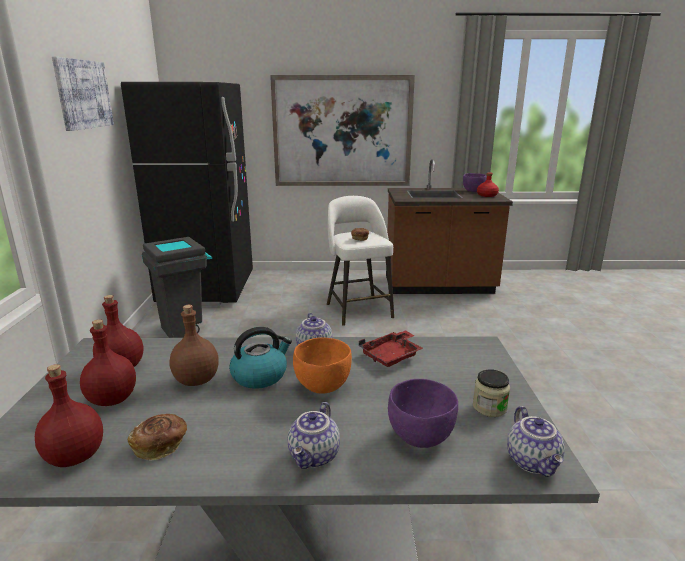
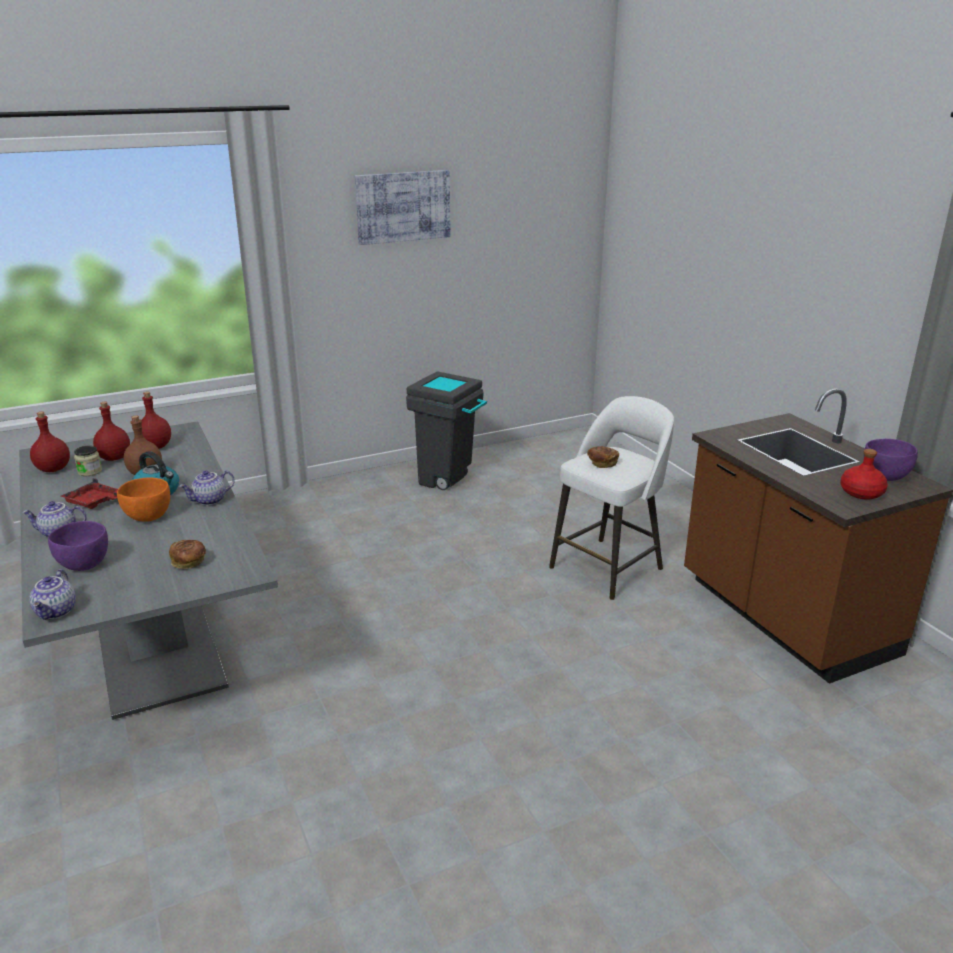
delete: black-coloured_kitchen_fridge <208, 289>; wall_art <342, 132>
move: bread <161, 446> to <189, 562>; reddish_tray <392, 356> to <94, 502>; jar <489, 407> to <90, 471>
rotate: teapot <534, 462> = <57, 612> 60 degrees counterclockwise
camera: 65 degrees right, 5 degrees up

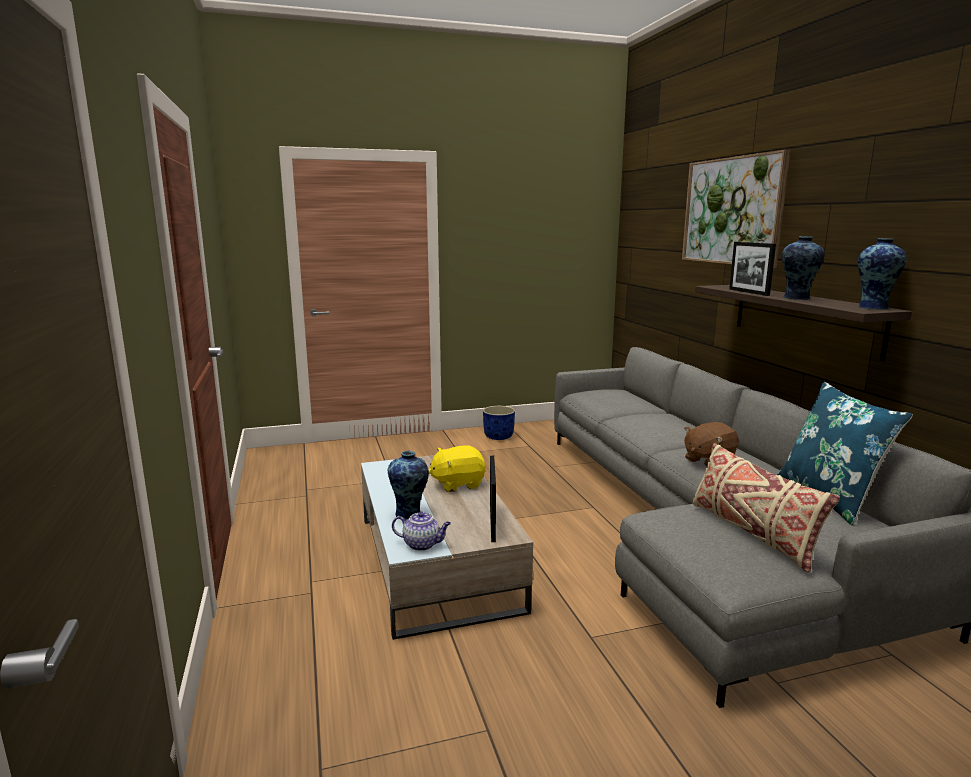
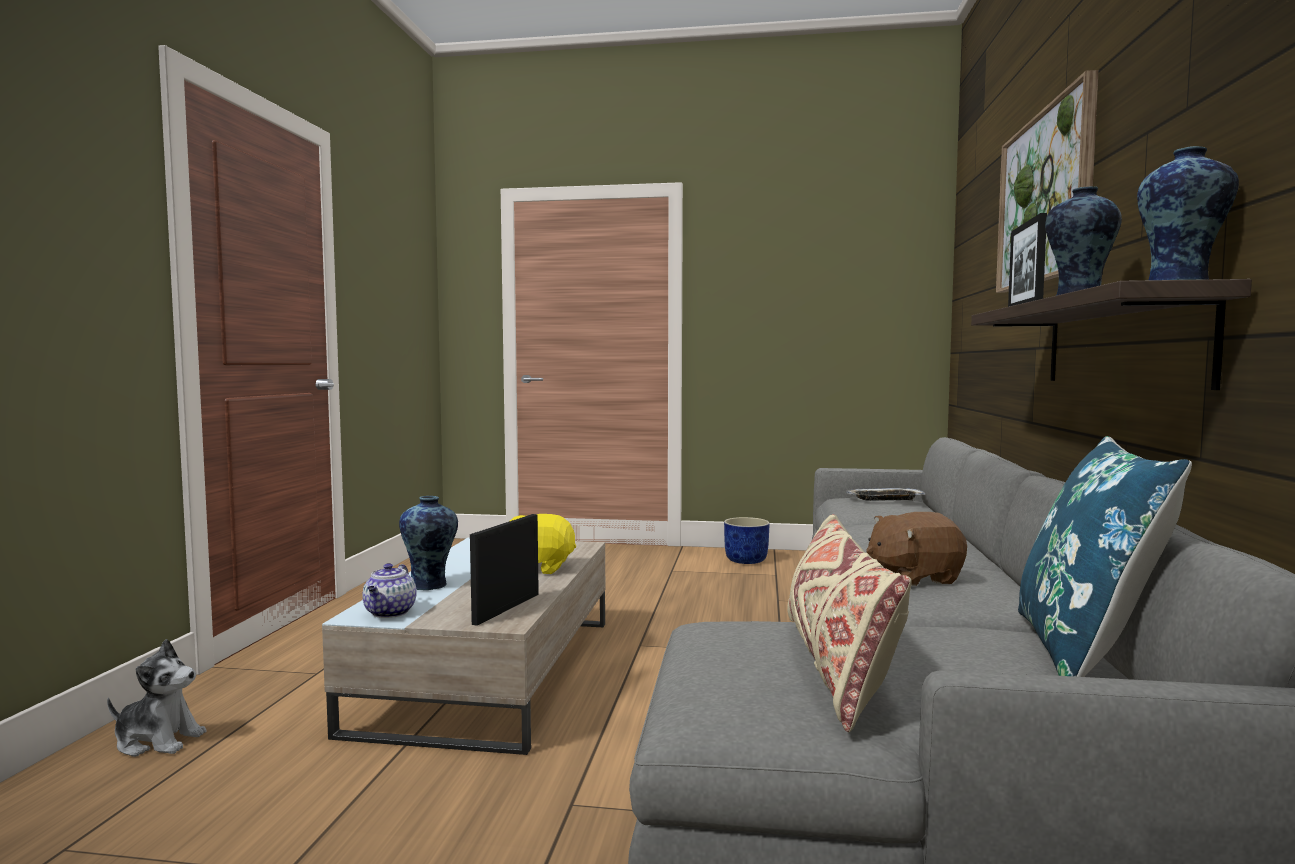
insert: soft_toy <158, 740>; tray <884, 499>
rotate: teapot <422, 544> = <390, 613> 60 degrees clockwise
camera: 25 degrees right, 10 degrees down

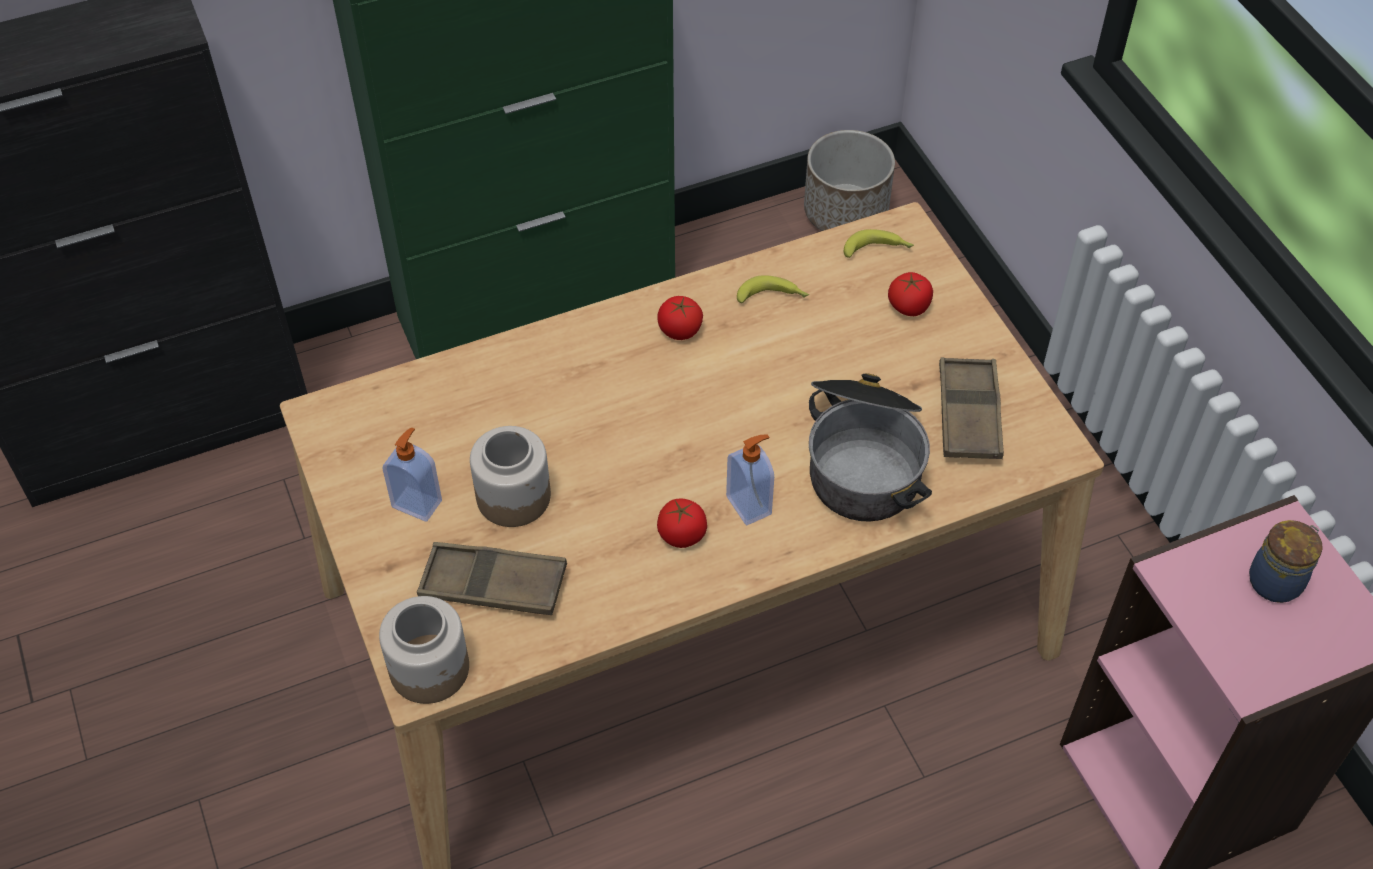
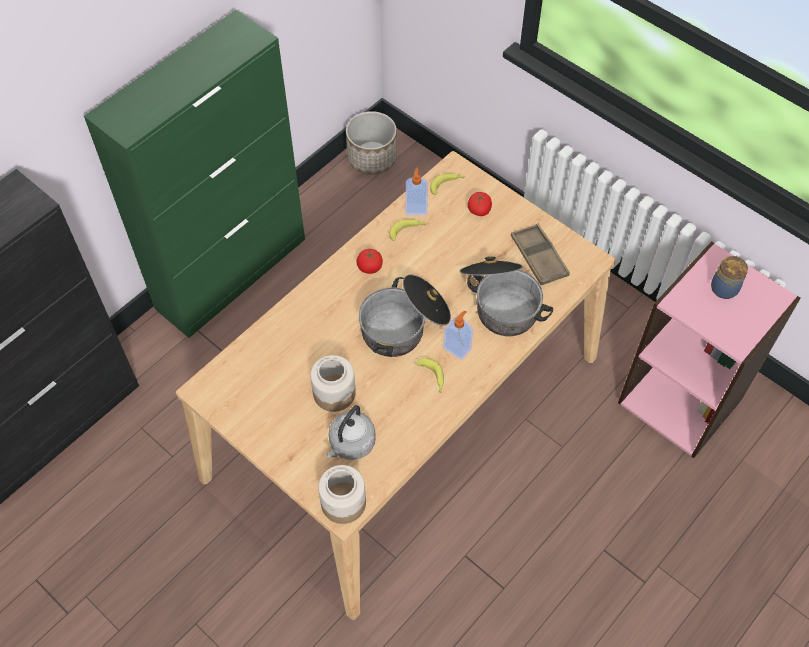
insert: cooking_pot <405, 326>
move: liquid_soap_bottle <418, 503> to <416, 208>
replace: brown_tray <493, 585> to gray_kettle <351, 444>; fresh_tomato <682, 534> to banana <432, 378>
camera: 25 degrees left, 5 degrees up

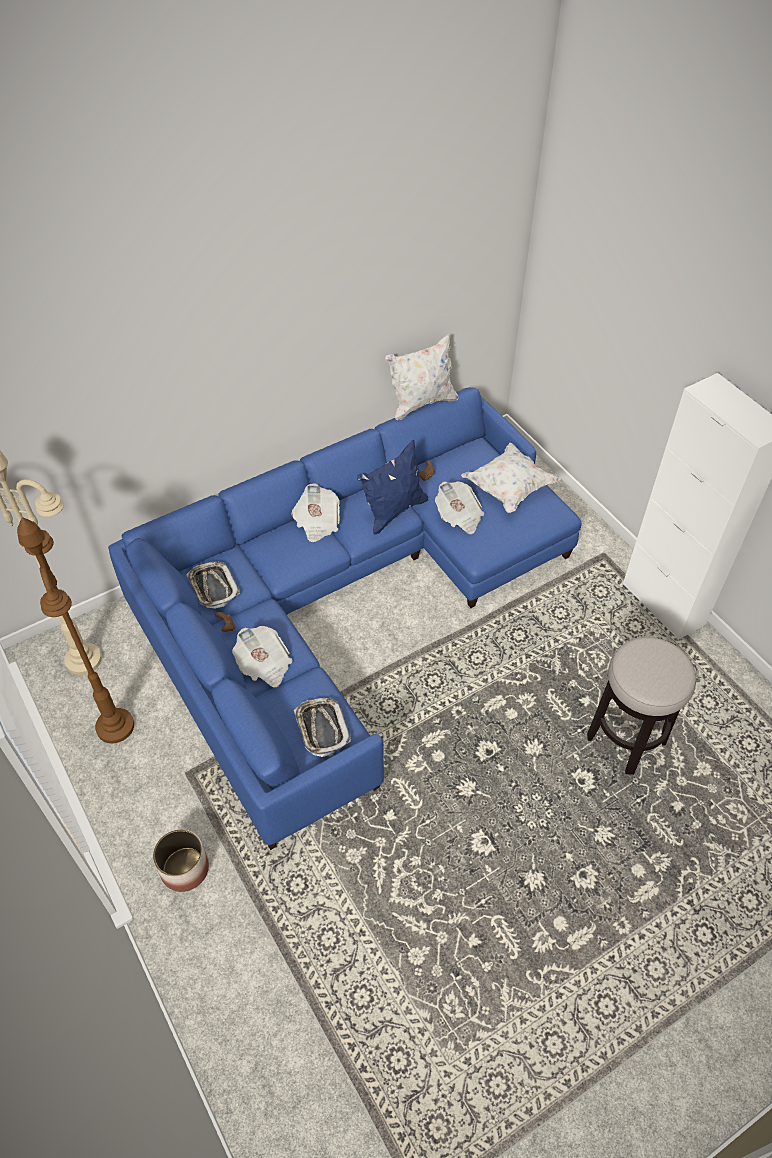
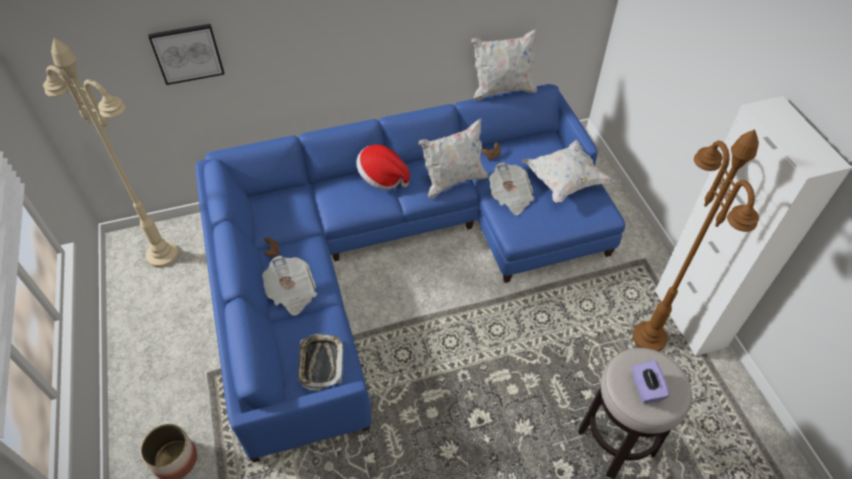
delete: tray <213, 587>
insert: wall_art <187, 53>; purplish_tissue_box <645, 388>
move: brown_standard_lamp <115, 726> to <648, 337>
replace: printed_paper <316, 522> to clothing_hat <382, 177>
recolor: blue-coloured_pillow <393, 511> to whitish_pillow <453, 181>
camera: 15 degrees right, 0 degrees up

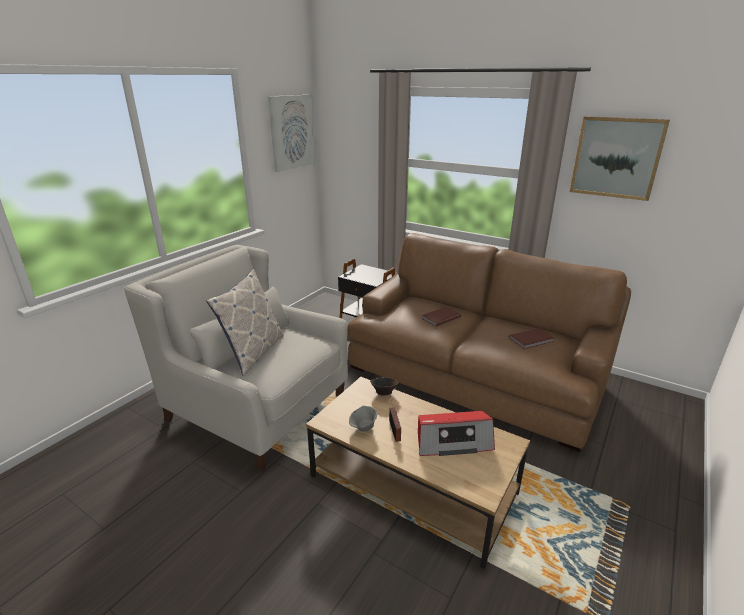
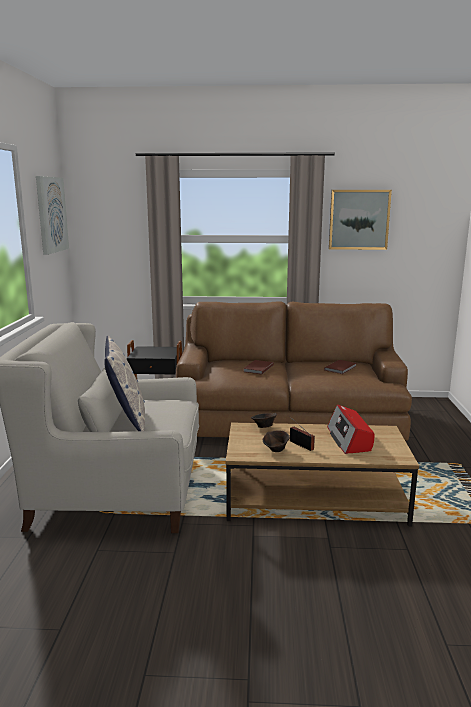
recolor: gray_serving_bowl <363, 427> to brown_serving_bowl <276, 450>
rotate: radio_receiver <453, 441> = <349, 439> 120 degrees clockwise
camera: 30 degrees left, 10 degrees down

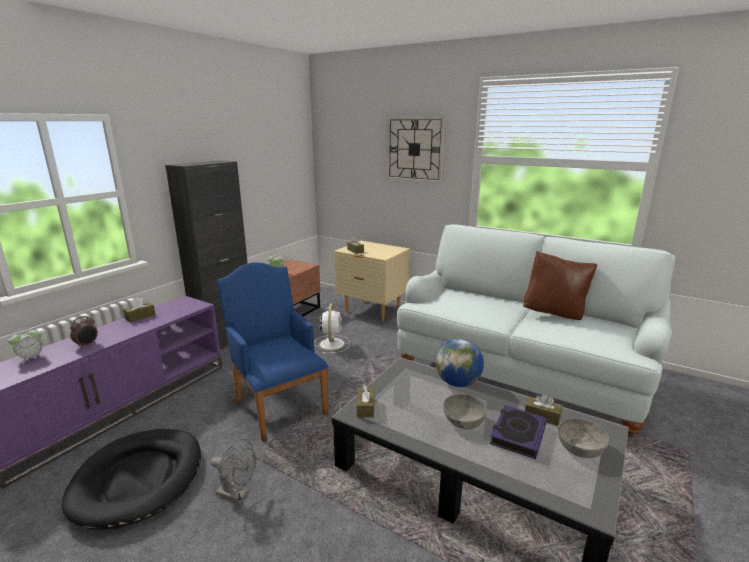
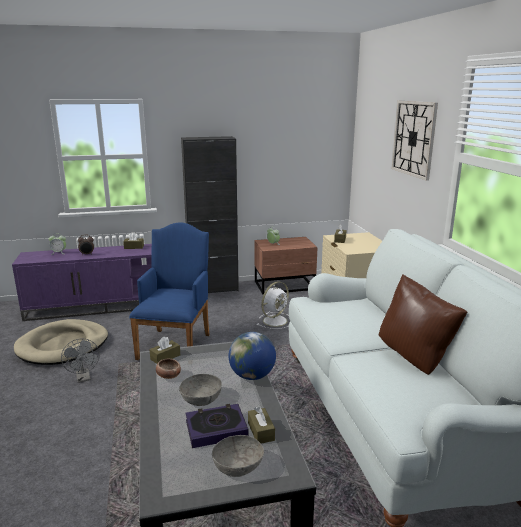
insert: serving_bowl <168, 376>
recolor: black-coloured_dog_bed <139, 479> to sand-coloured_dog_bed <63, 345>
camera: 45 degrees right, 0 degrees up

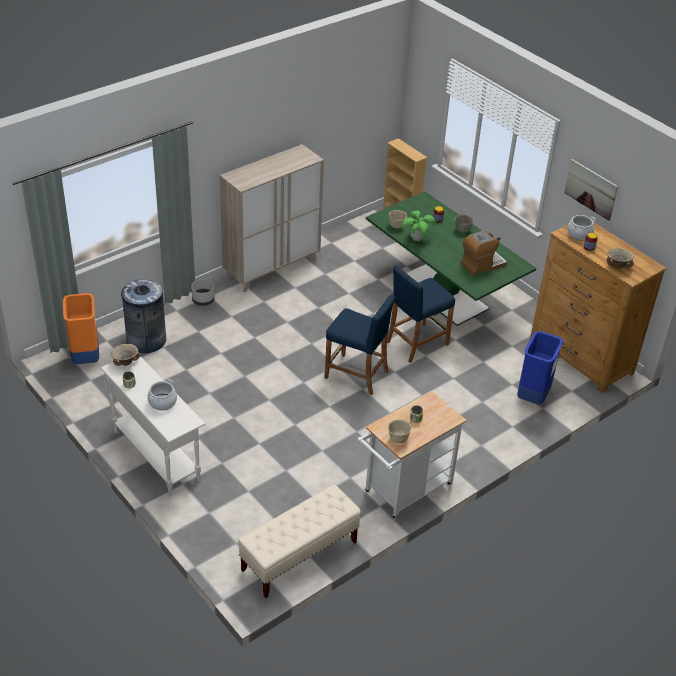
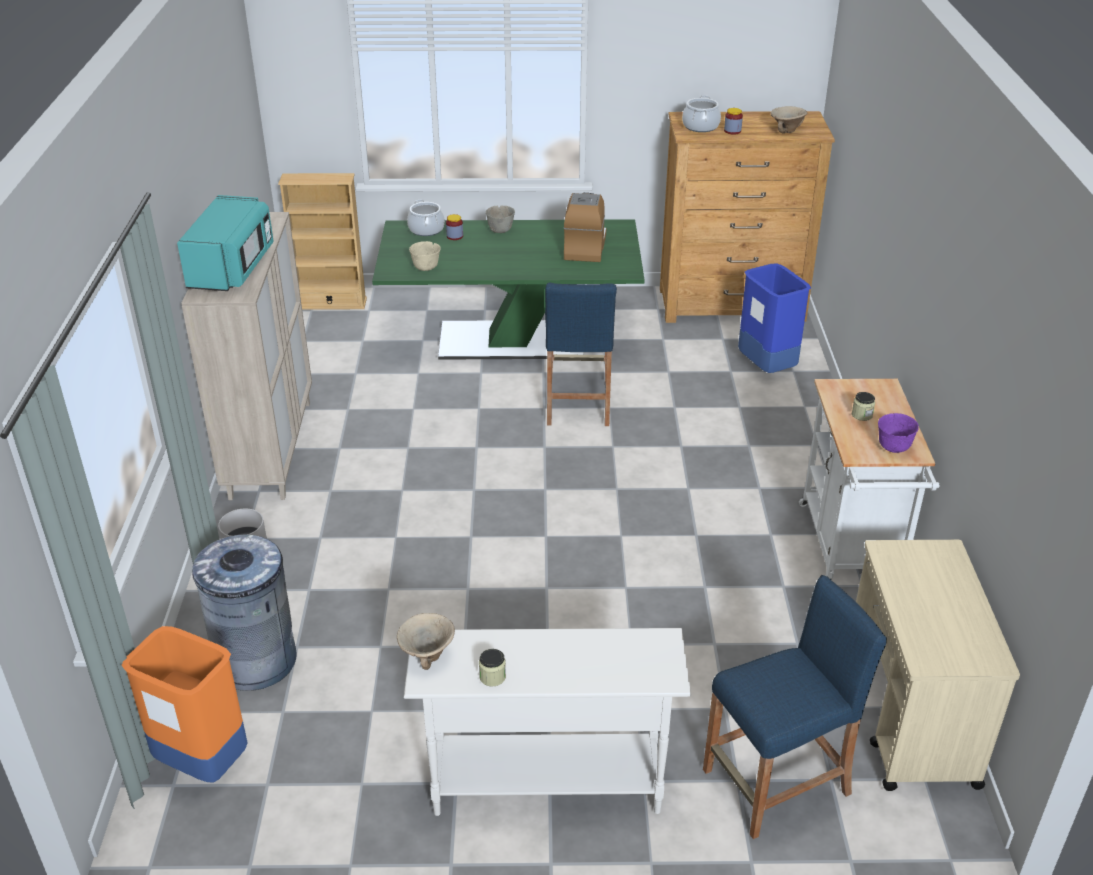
delete: houseplant <416, 239>; wall_art <591, 189>
insert: turquoise-coloured_kitchen_microwave <232, 268>
move: cooking_pot <162, 402> to <426, 229>; blue-coloured_stool_seat <356, 374> to <777, 783>
replace: sand-coloured_indoor_bench <299, 556> to sand-coloured_cart <909, 718>
recolor: sand-coloured_serving_bowl <398, 439> to purplish_serving_bowl <893, 448>
camera: 50 degrees left, 5 degrees down

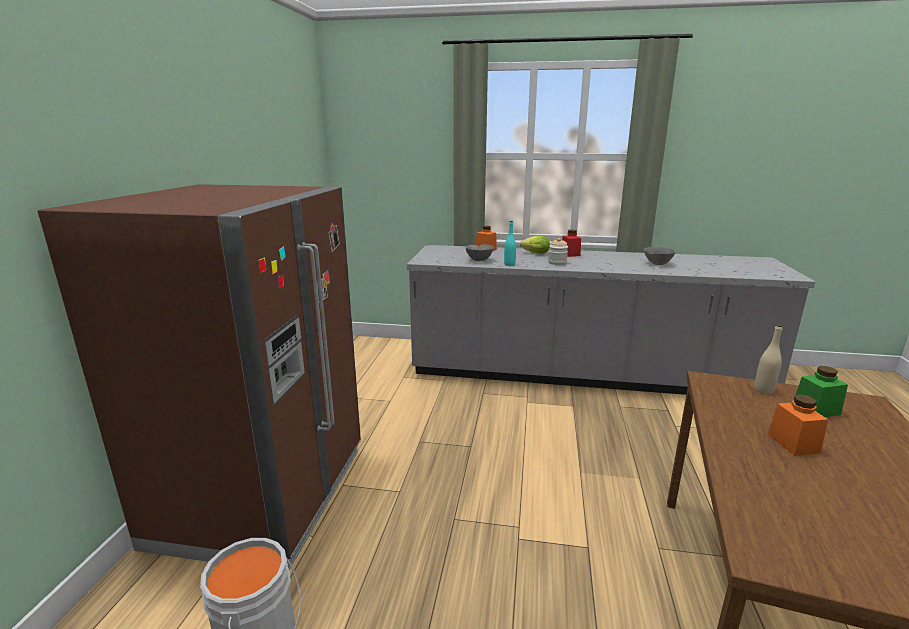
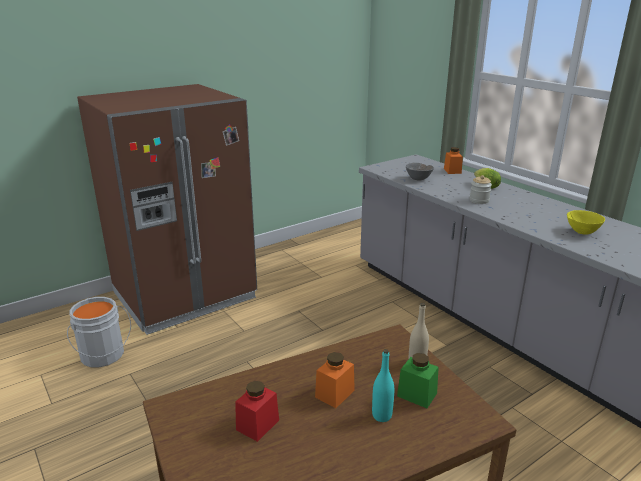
move: turquoise-coloured_beverage_bottle <509, 264> to <382, 415>; reddish_jar <570, 254> to <257, 425>
recolor: gray_serving_bowl <657, 264> to yellow_serving_bowl <582, 232>
camera: 45 degrees right, 5 degrees up

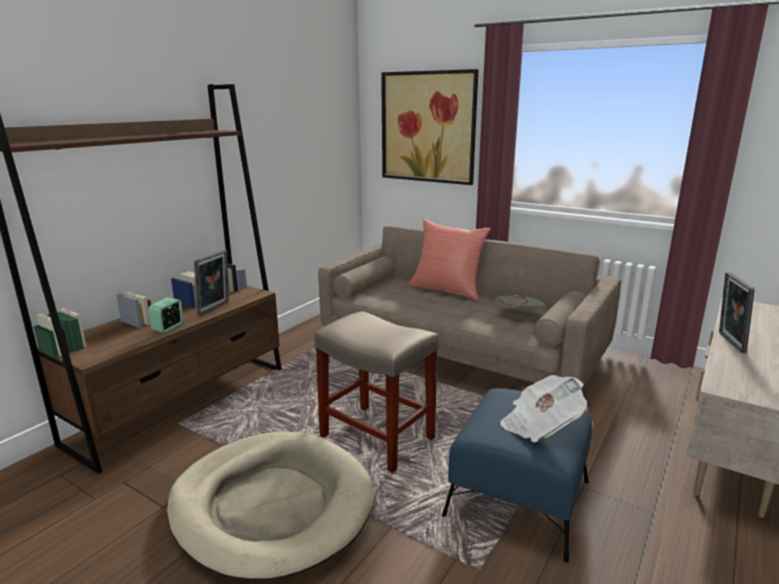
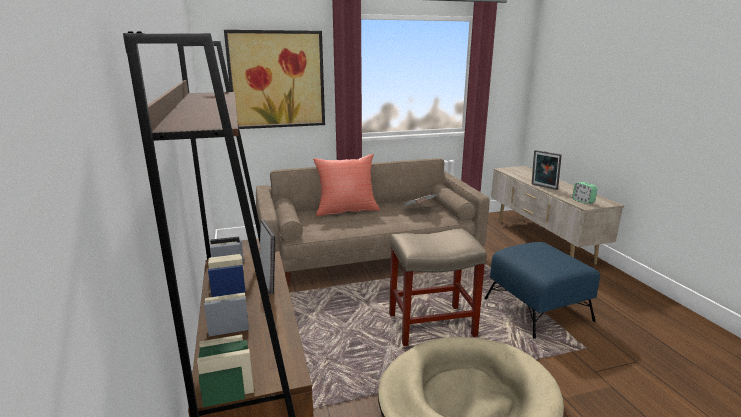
delete: printed_paper <540, 425>
move: bedside_clock <168, 328> to <583, 201>
camera: 50 degrees left, 0 degrees up

